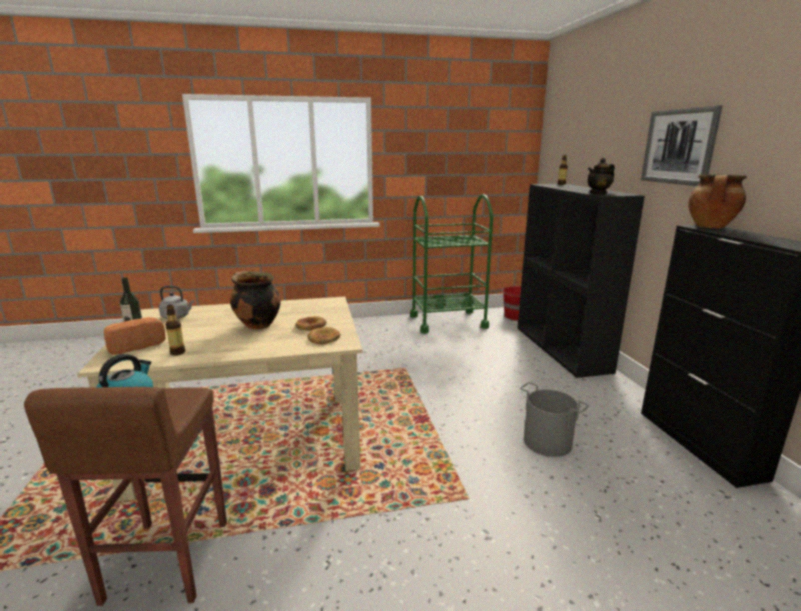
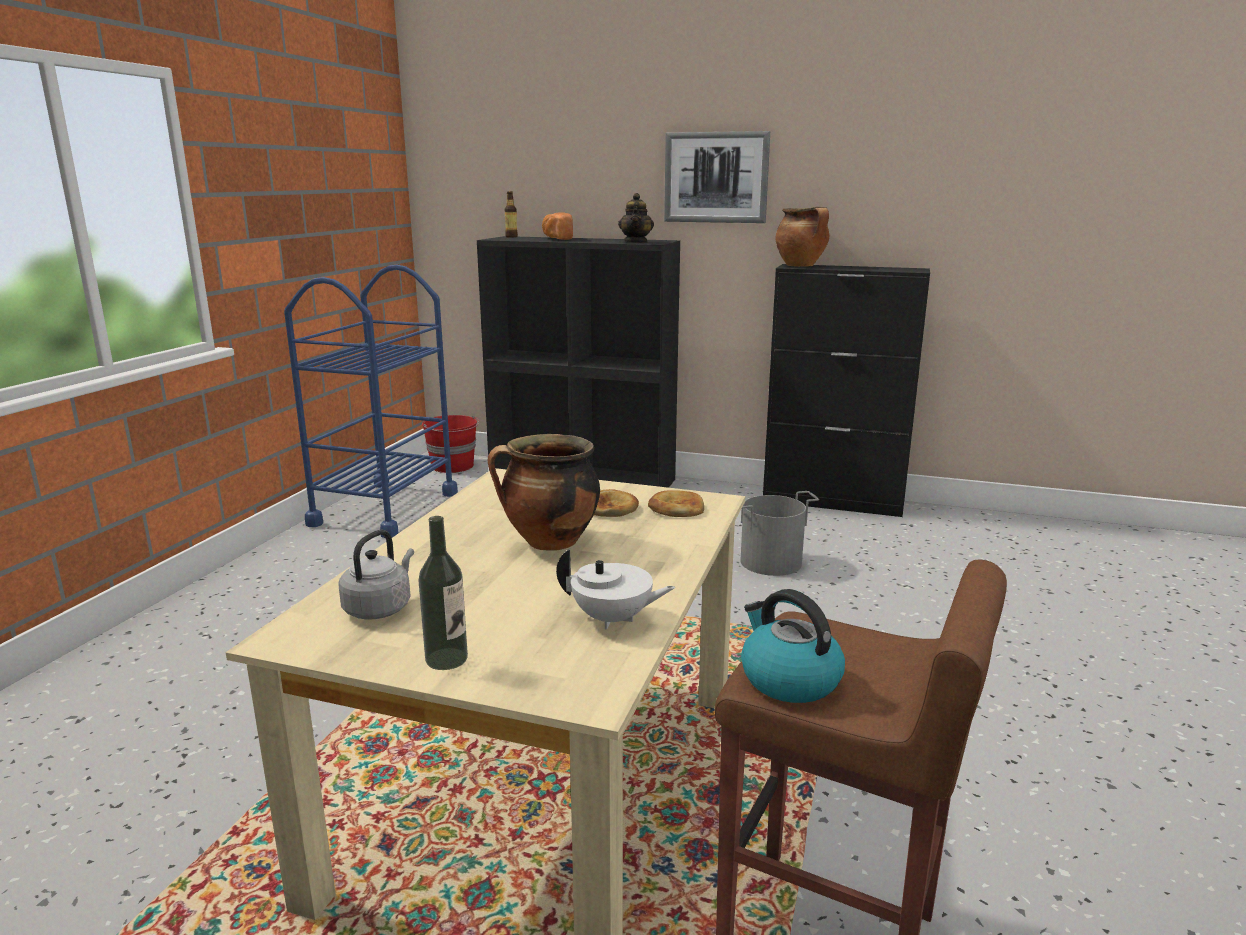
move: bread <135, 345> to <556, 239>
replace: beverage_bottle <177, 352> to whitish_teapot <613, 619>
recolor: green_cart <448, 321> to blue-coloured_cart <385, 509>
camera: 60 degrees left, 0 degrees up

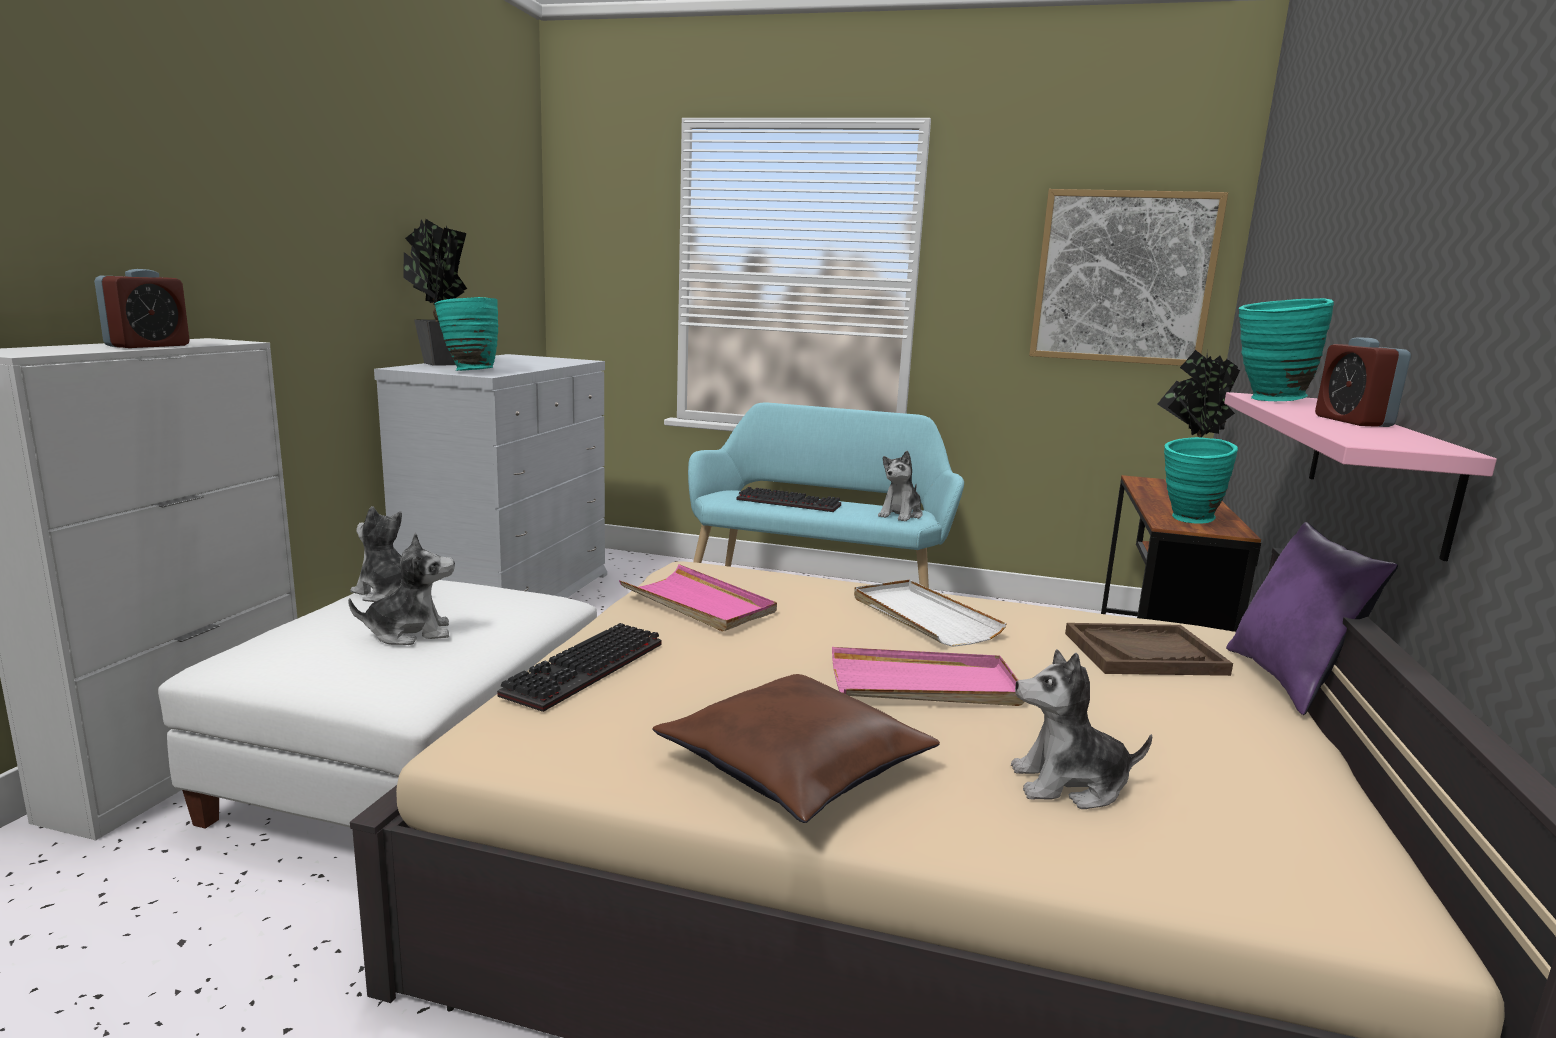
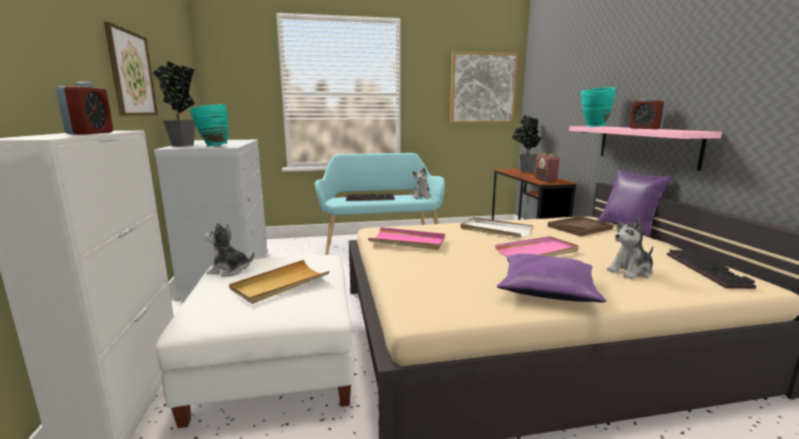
insert: wall_art <131, 74>
move: PC_keyboard <586, 671> to <709, 271>
replace: soft_toy <410, 633> to sand-coloured_tray <280, 284>; turquoise-coloured_vase <1188, 520> to radio_receiver <545, 180>
recolor: brown_pillow <797, 767> to purplish_pillow <548, 289>
camera: 25 degrees left, 0 degrees up

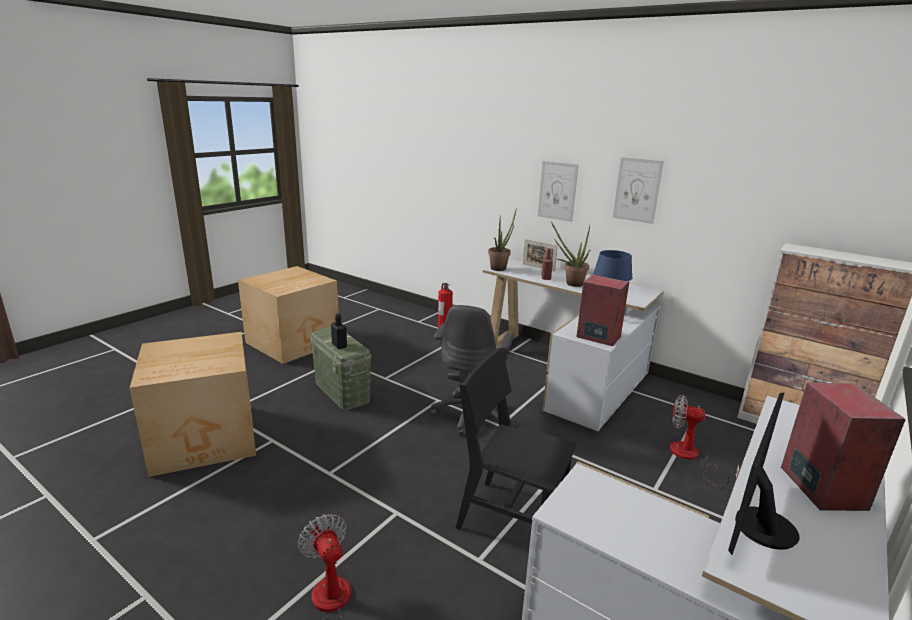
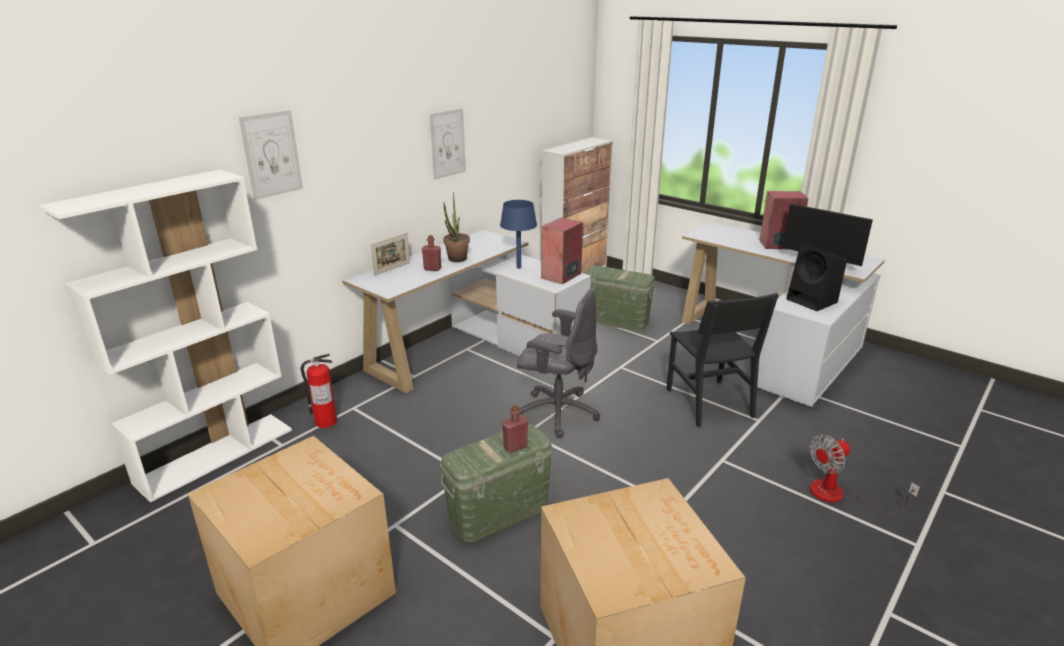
delete: houseplant <500, 267>
insert: whitish_shelving_unit <216, 454>; black-coloured_speaker <813, 301>
move: wall_art <557, 191> to <272, 154>
replace: electric_fan <690, 457> to green_storage_container <616, 320>
recolor: black-coloured_beverage_bottle <339, 345> to reddish_beverage_bottle <515, 446>
rotate: black-coloured_chair <511, 518> = <709, 402> 45 degrees counterclockwise
camera: 85 degrees left, 5 degrees up

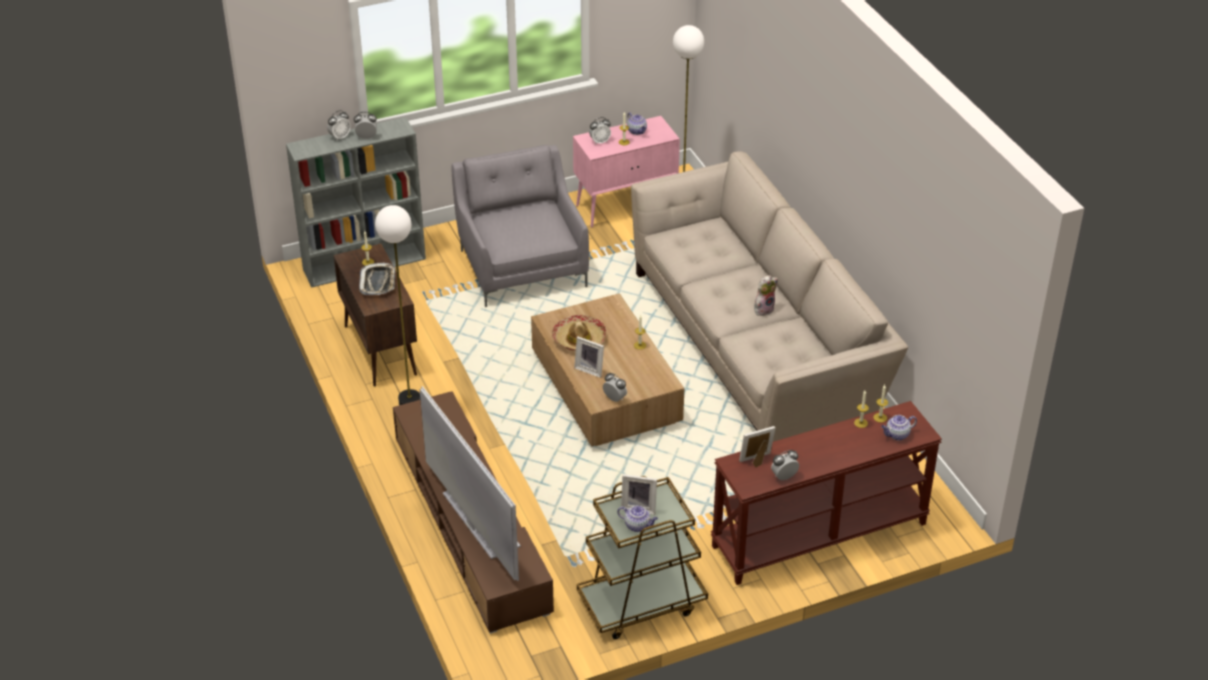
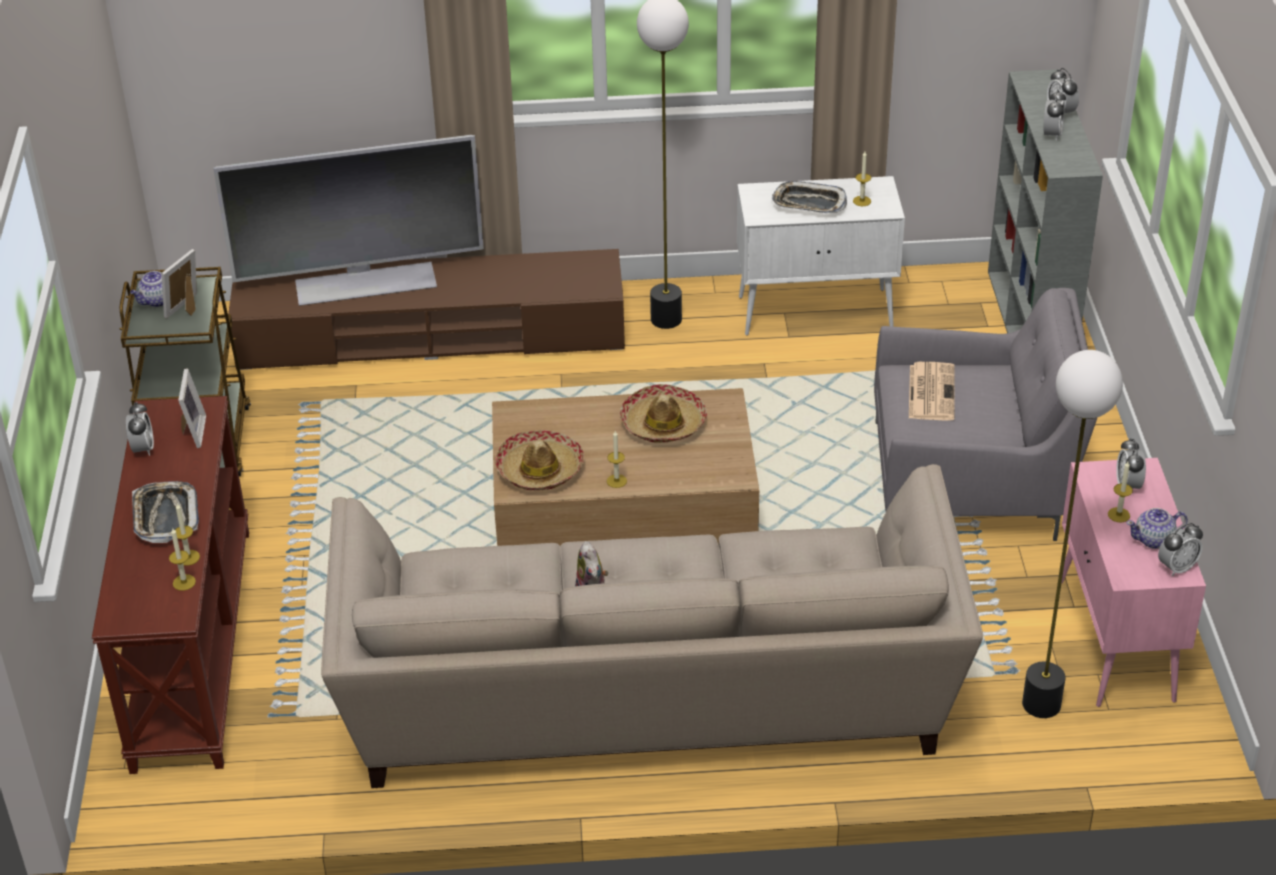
delete: picture_frame <590, 369>; teapot <897, 435>
insert: tray <165, 516>; clothing_hat <540, 469>; printed_paper <931, 391>
move: bedside_clock <614, 399> to <1177, 567>
recolor: brown_cabinet <379, 350> to whitish_cabinet <817, 312>
camera: 110 degrees right, 0 degrees up

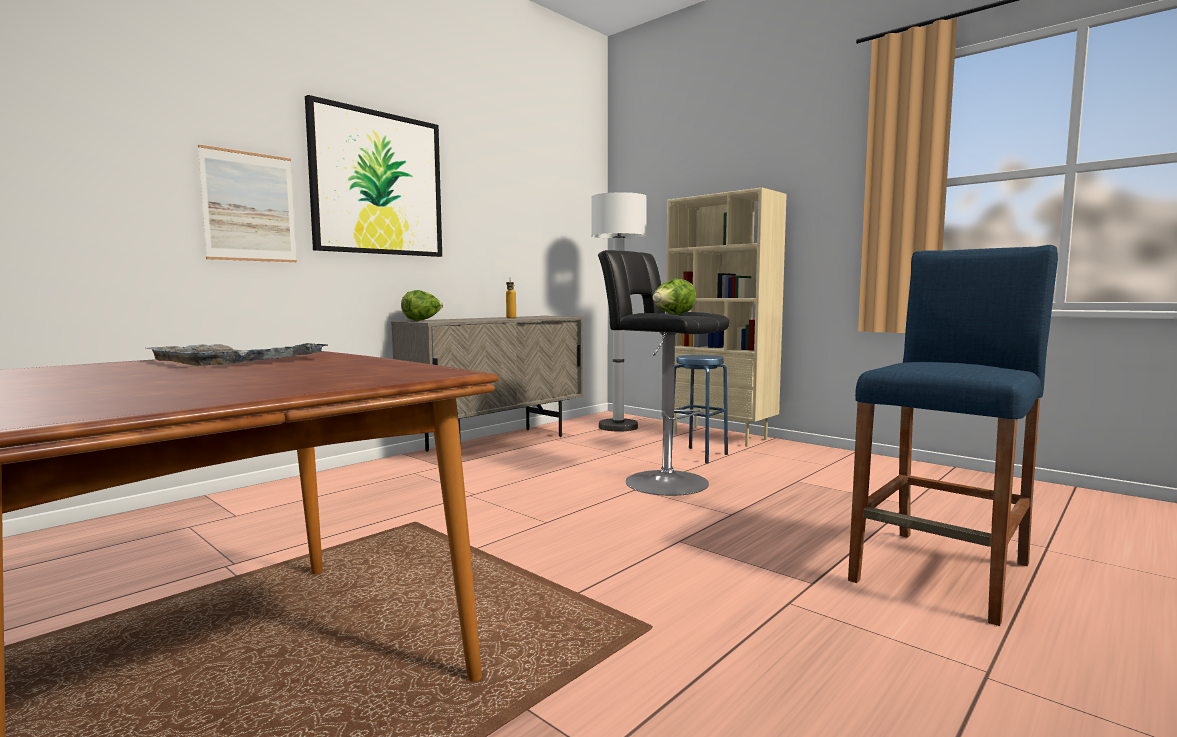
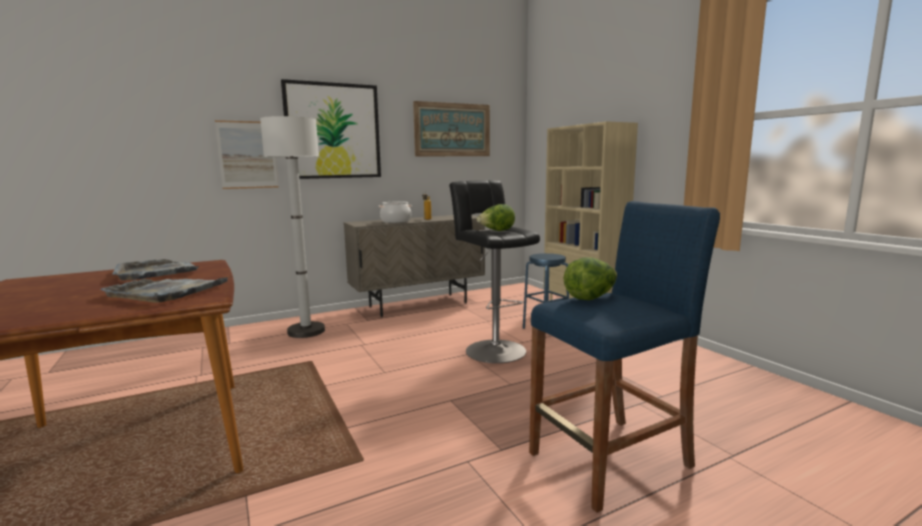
insert: gray_tray <167, 292>; cooking_pot <396, 221>; wall_art <452, 130>
move: lettuce <422, 320> to <590, 297>; whitish_standard_lamp <618, 427> to <306, 331>
camera: 20 degrees right, 5 degrees up

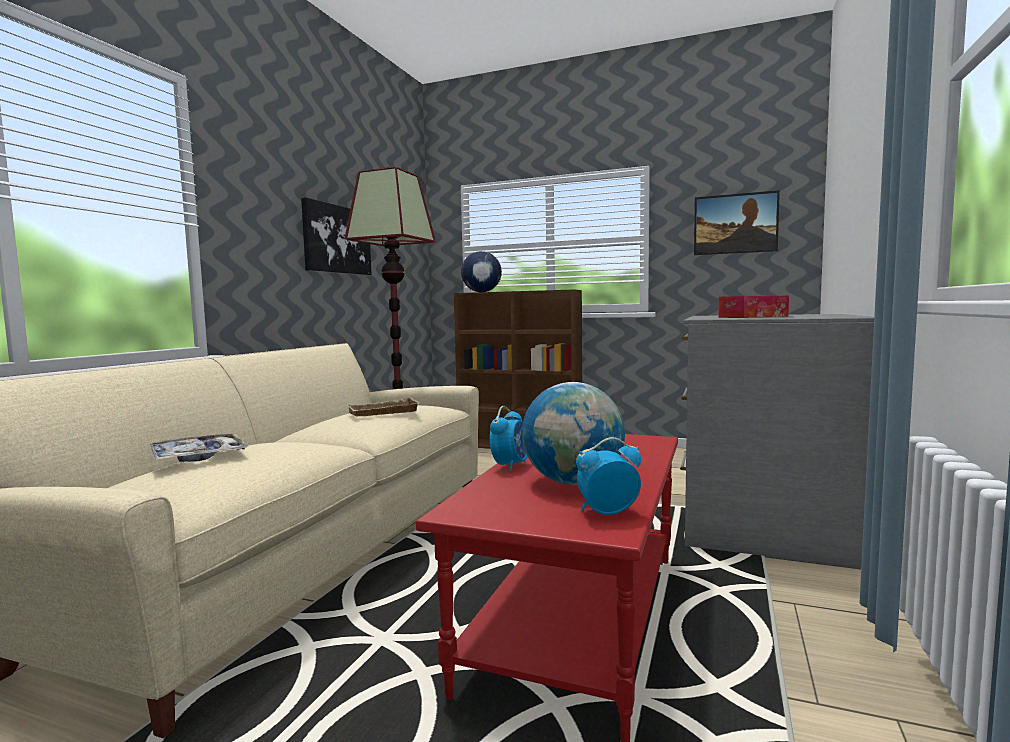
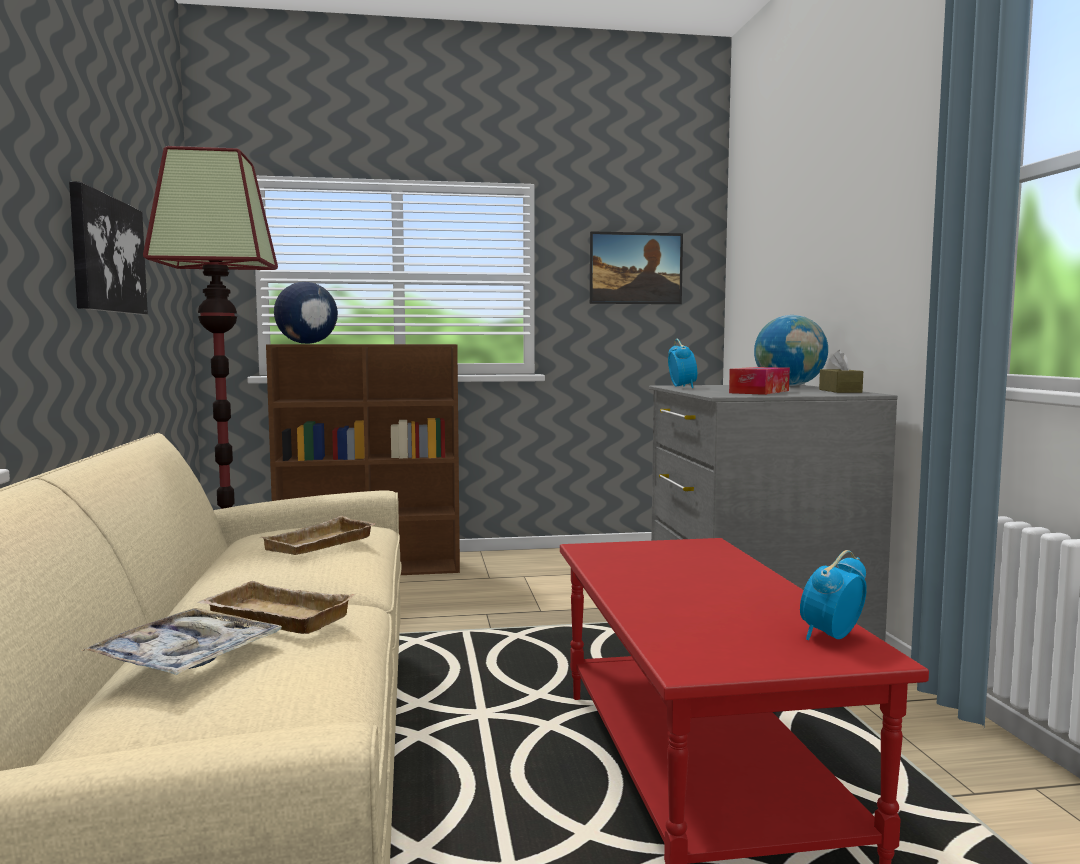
insert: sand-coloured_tray <273, 618>; brown_tissue_box <840, 391>
move: bedside_clock <511, 465> to <682, 387>; desk_globe <573, 482> to <789, 386>
camera: 30 degrees left, 0 degrees up

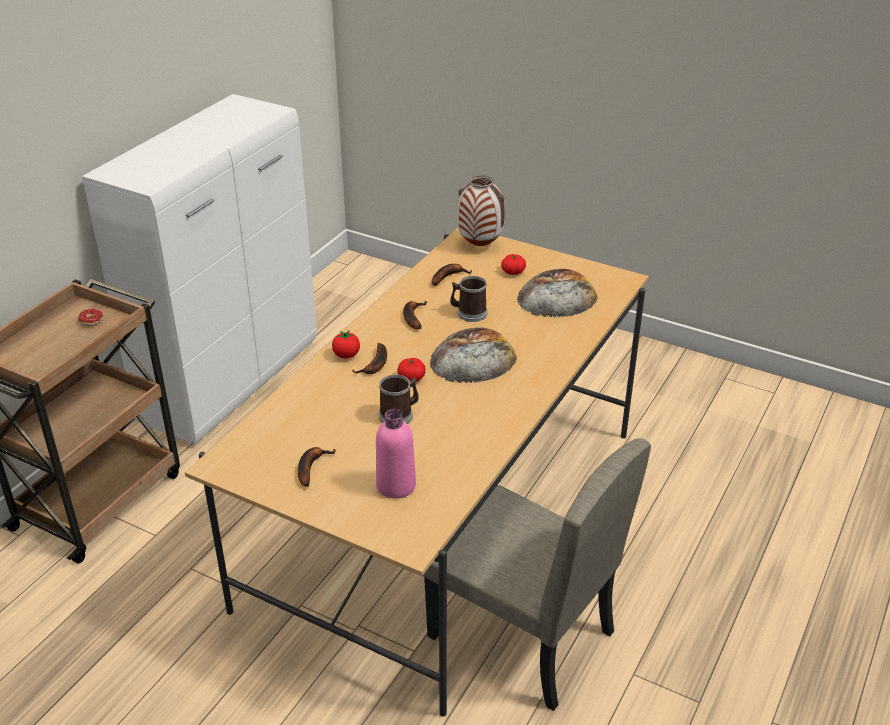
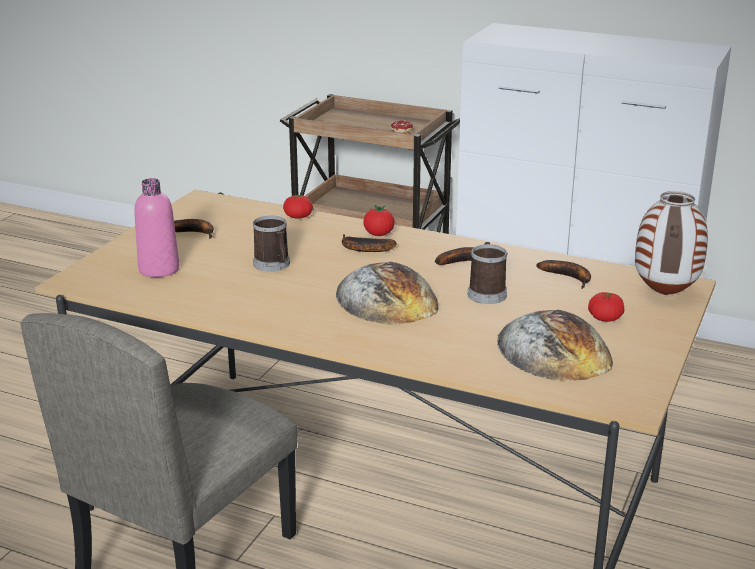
move: fresh_tomato <411, 378> to <298, 216>
camera: 85 degrees right, 10 degrees down

